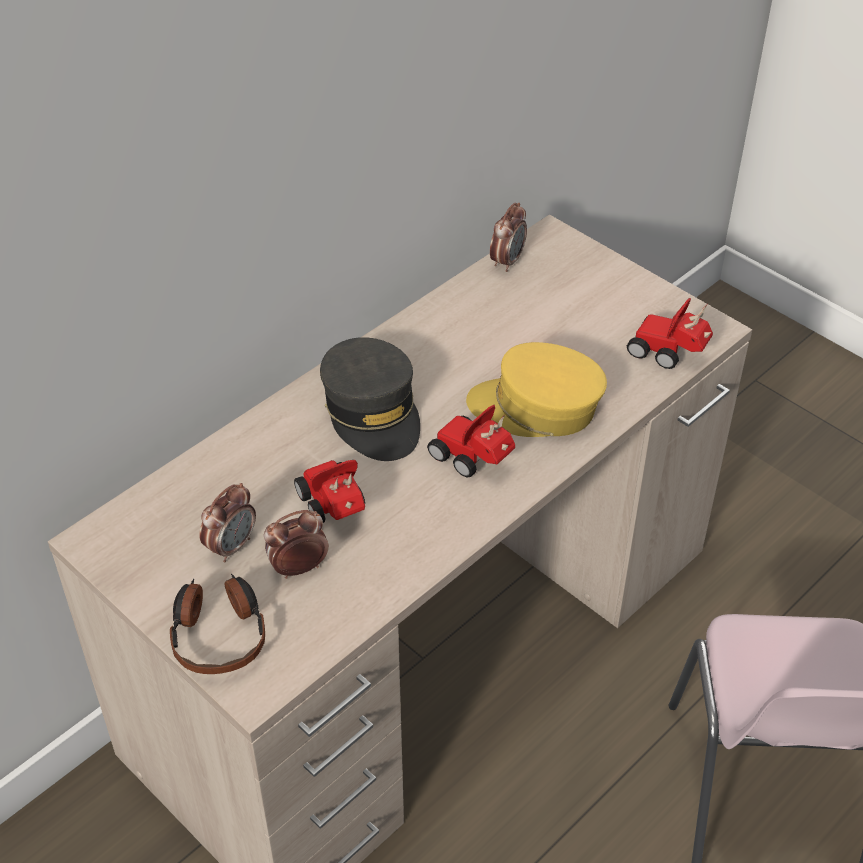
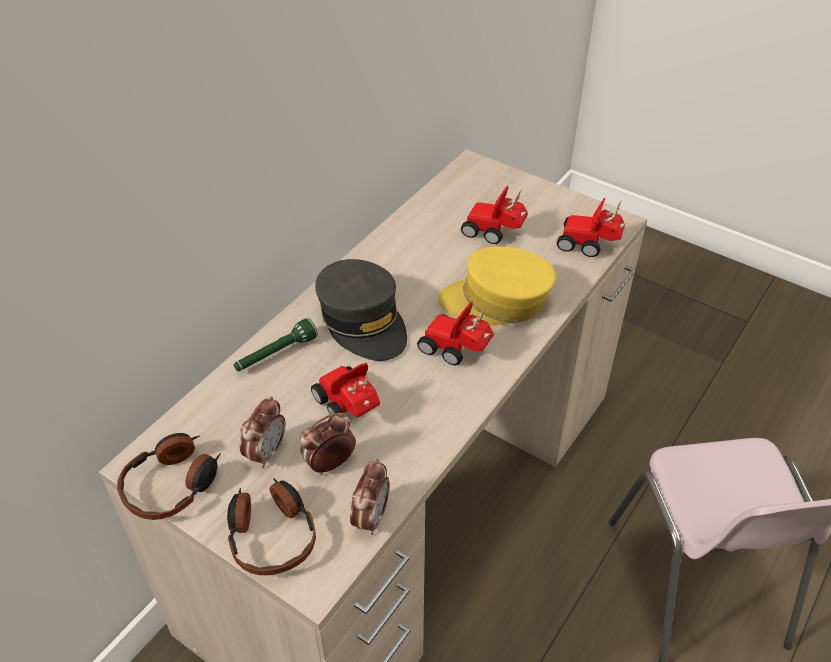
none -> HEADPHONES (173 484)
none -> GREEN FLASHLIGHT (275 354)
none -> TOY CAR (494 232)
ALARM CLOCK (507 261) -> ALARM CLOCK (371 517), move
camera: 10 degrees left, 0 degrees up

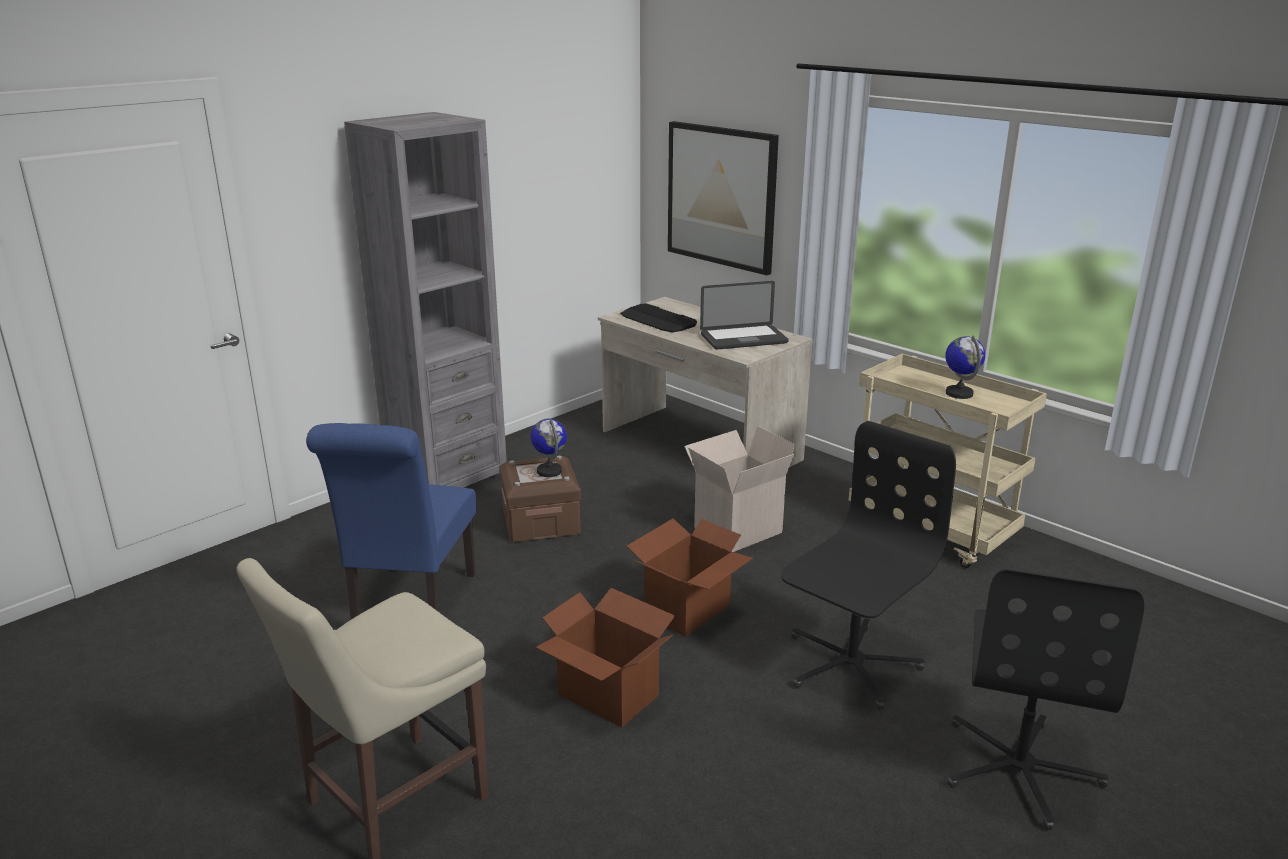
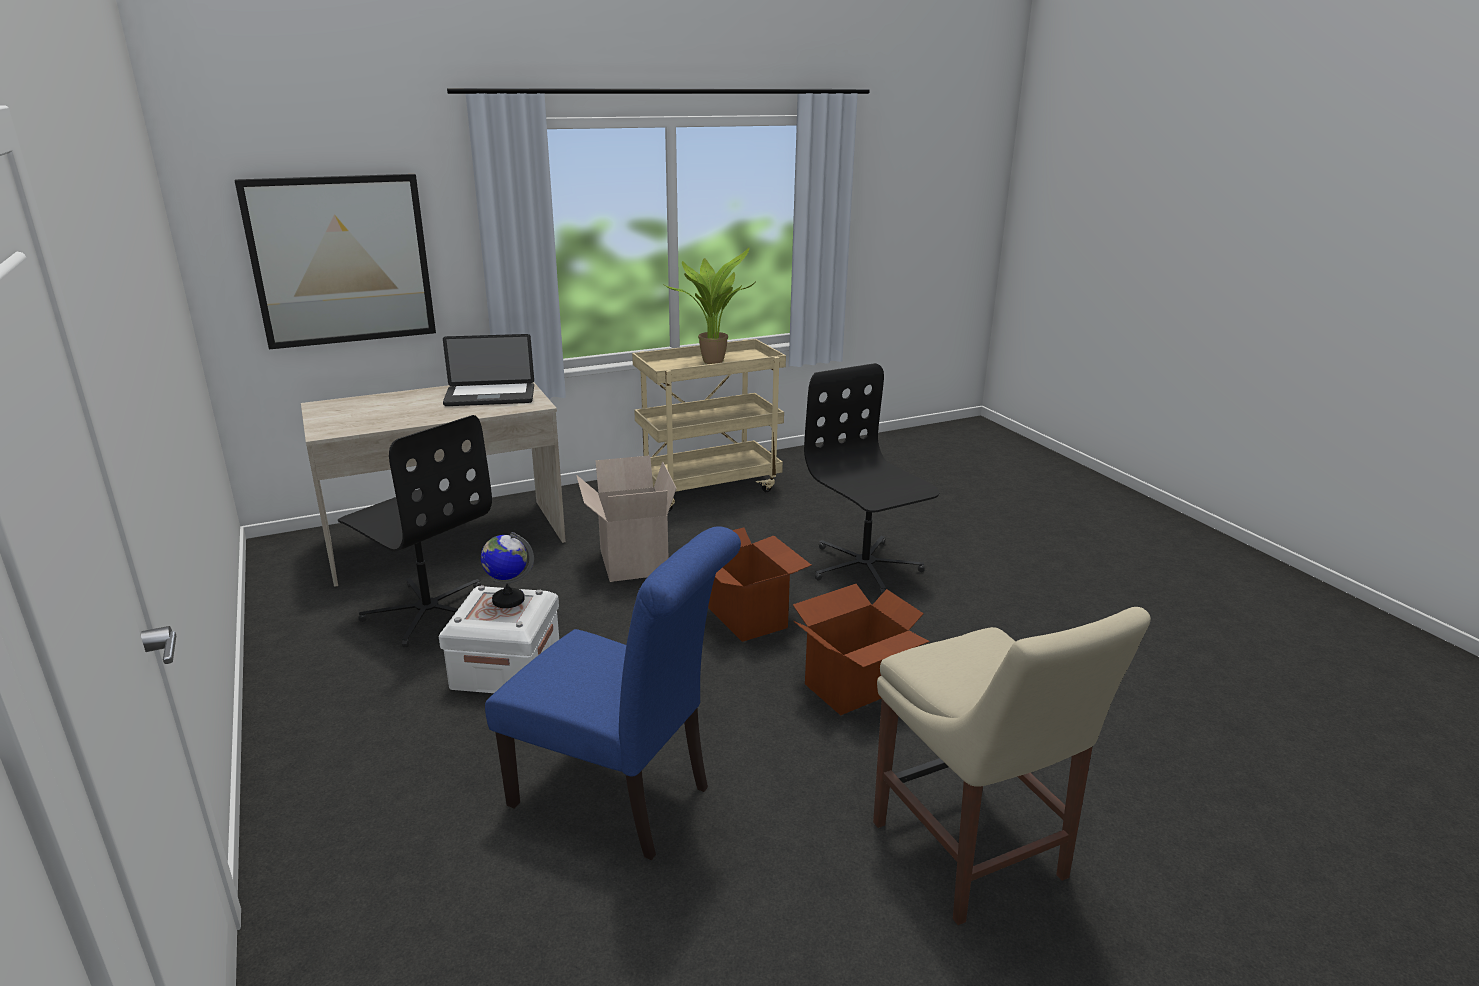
GREY BOOKCASE (447 481) -> none
KEYBOARD (658 320) -> none
BLACK OFFICE CHAIR (1020 768) -> BLACK OFFICE CHAIR (428 611), move
GLOBE (959 393) -> POTTED PLANT (712 361)
BROWN STORAGE BOX (541 522) -> WHITE STORAGE BOX (506 668)
LAPTOP (743 339) -> LAPTOP (490 396), 75 degrees clockwise
camera: 70 degrees left, 0 degrees up

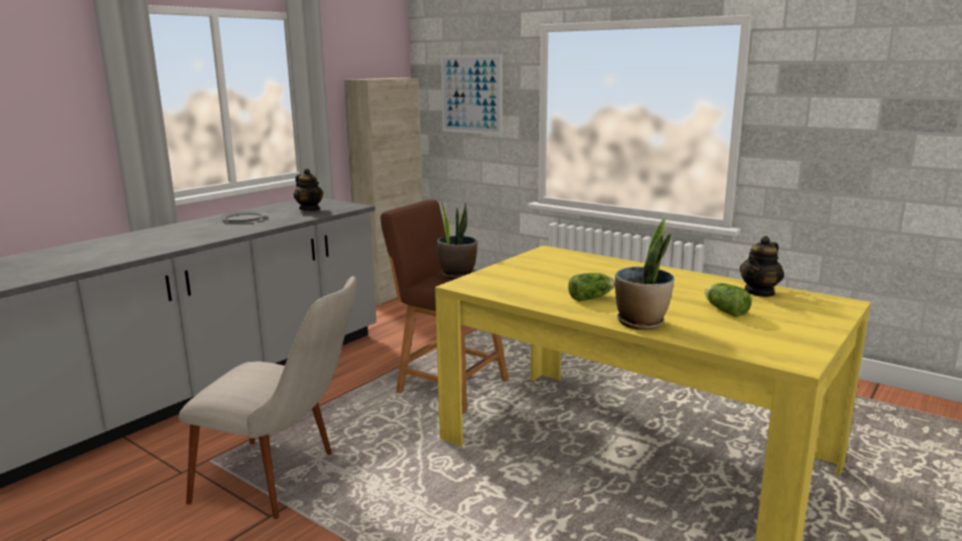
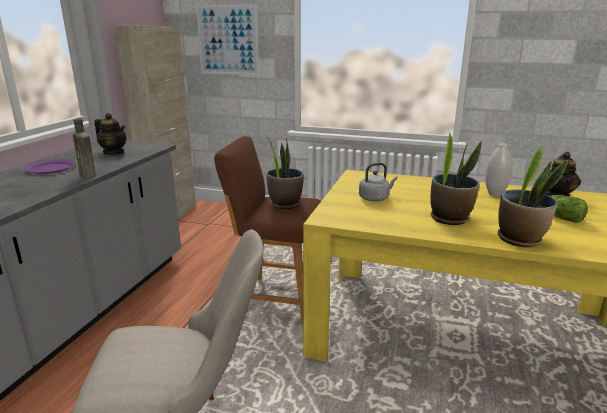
none -> BROWN BOTTLE (88 175)
none -> GREY KETTLE (375 198)
none -> WHITE VASE (494 194)
LETTUCE (592 298) -> POTTED PLANT (450 218)
GREY PLATE (243 218) -> PURPLE PLATE (50 168)
camera: 20 degrees left, 5 degrees up

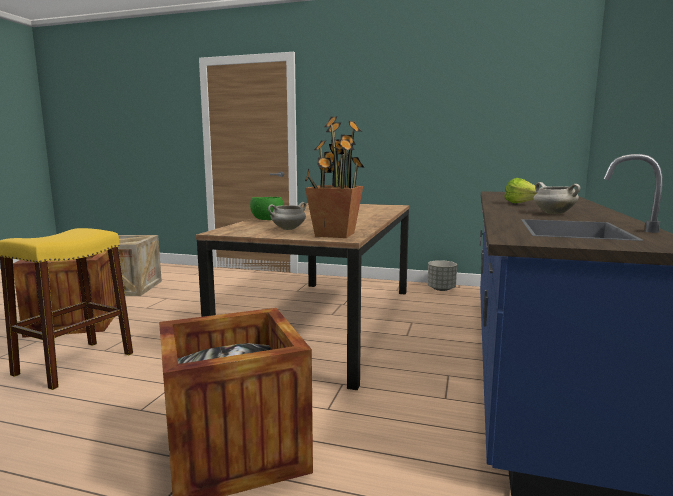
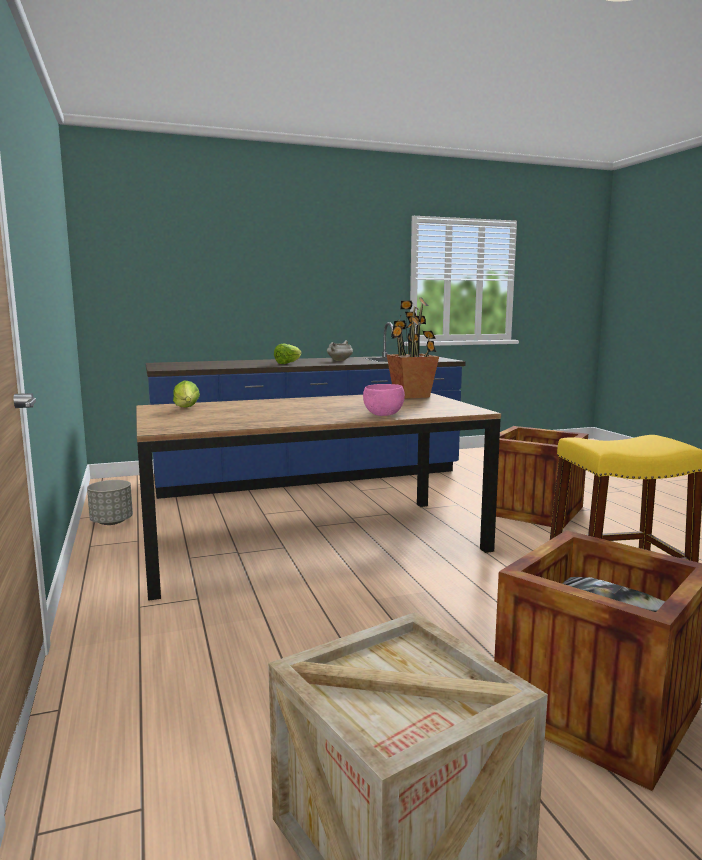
WHITE COOKING POT (288 229) -> none
none -> LETTUCE (186 408)
GREEN BOWL (267 220) -> PINK BOWL (383 415)
camera: 125 degrees left, 0 degrees up

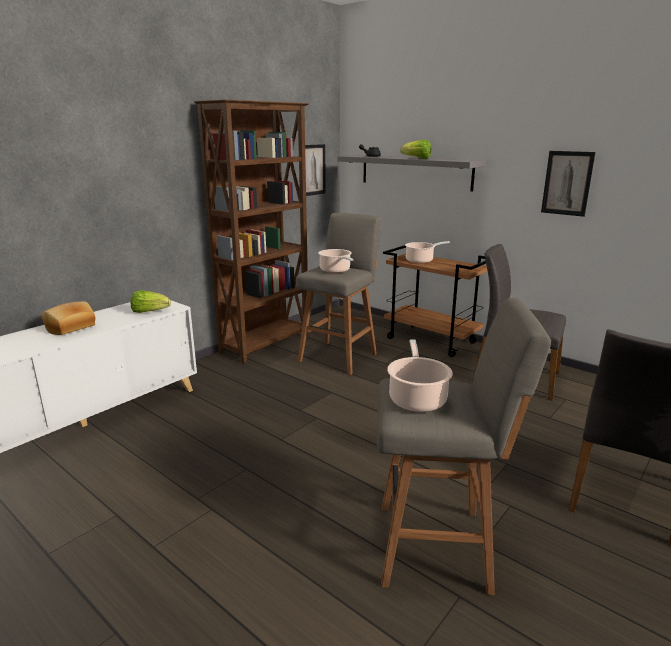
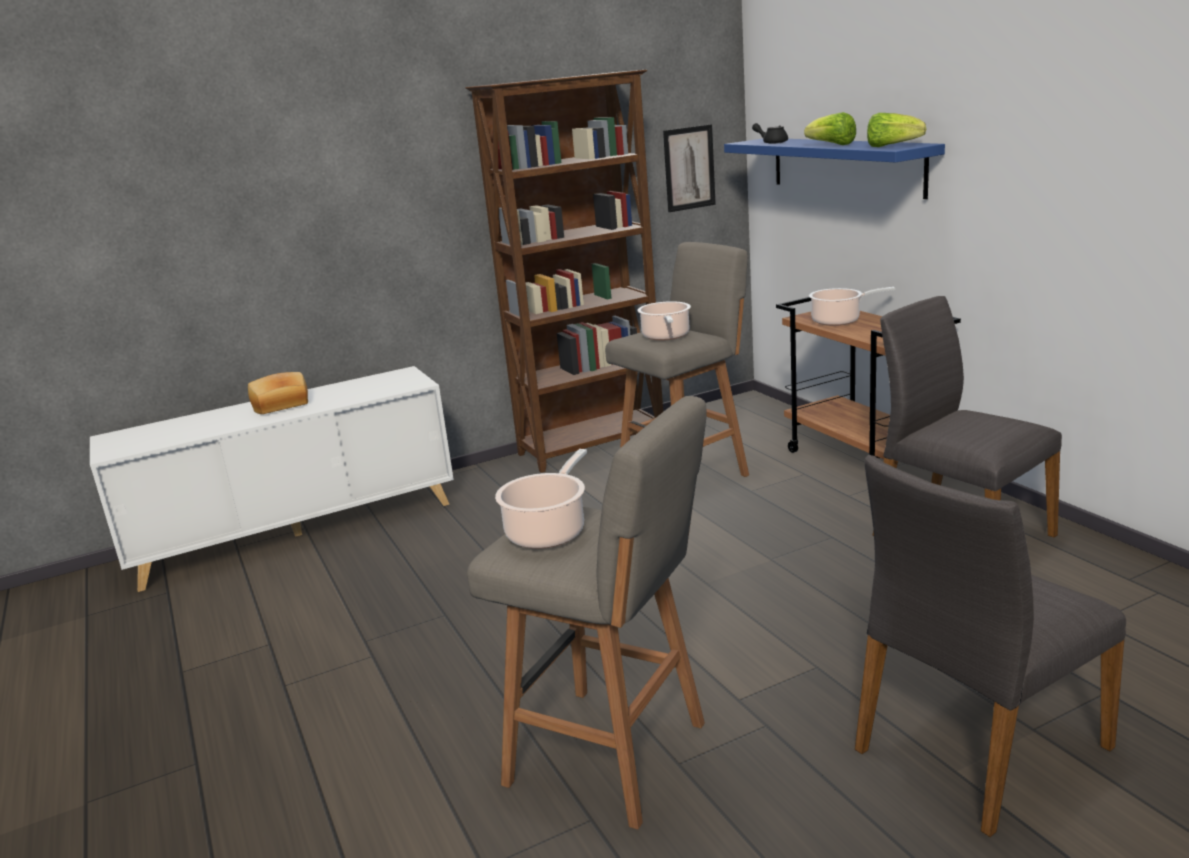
PICTURE (567 183) -> none
LETTUCE (149 311) -> LETTUCE (891 146), move
GREY SHELF (415 172) -> BLUE SHELF (845 165)
camera: 25 degrees right, 0 degrees up

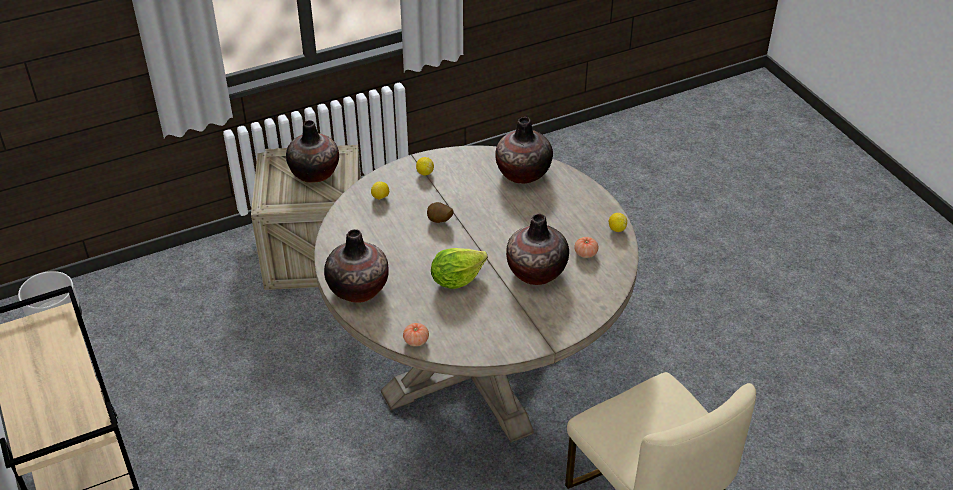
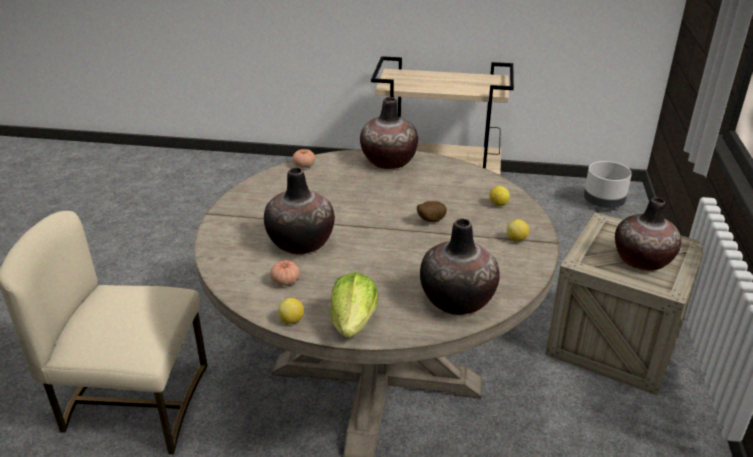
LETTUCE (456 279) -> LETTUCE (354 323), move
camera: 125 degrees right, 10 degrees down

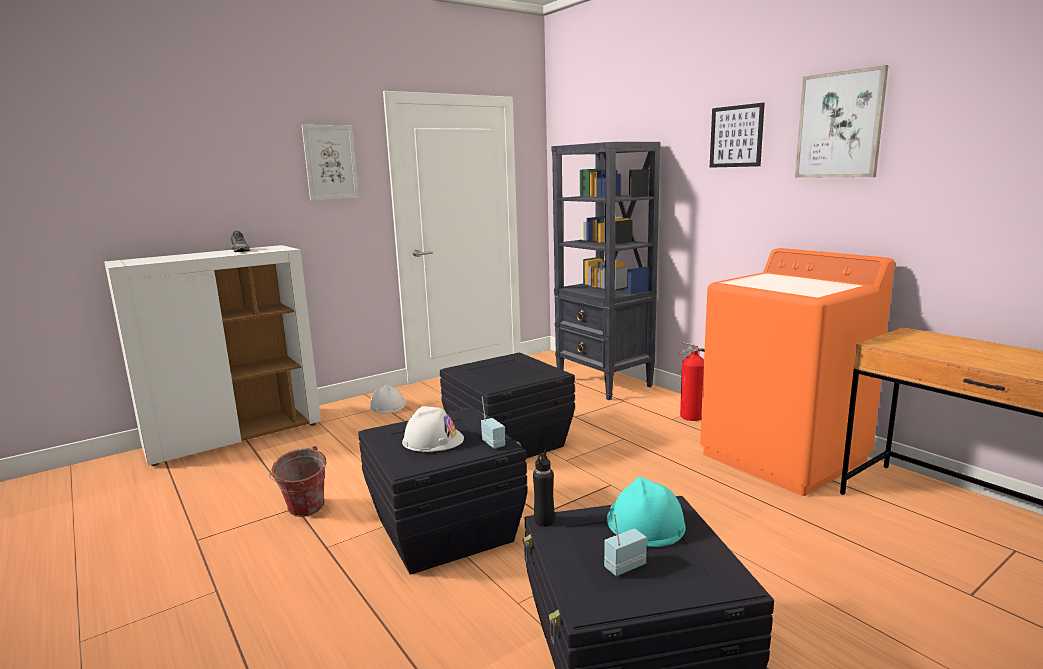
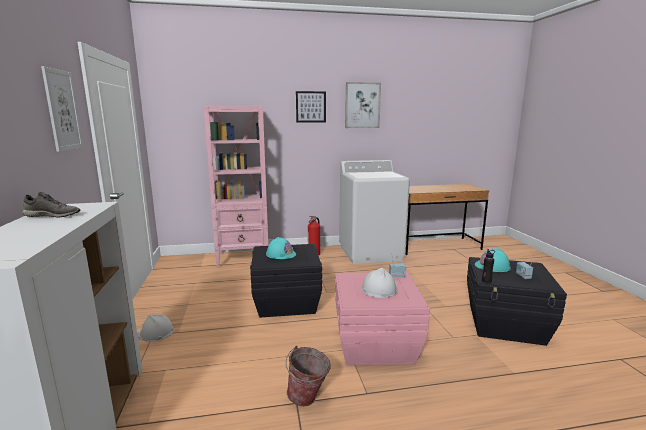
none -> TURQUOISE HARD HAT (281 254)
BLACK STORAGE BOX (445 529) -> PINK STORAGE BOX (374 343)
BLACK BOOKCASE (604 383) -> PINK BOOKCASE (244 258)
ORANGE WASHING MACHINE (784 457) -> WHITE WASHING MACHINE (371 253)
camera: 65 degrees left, 0 degrees up

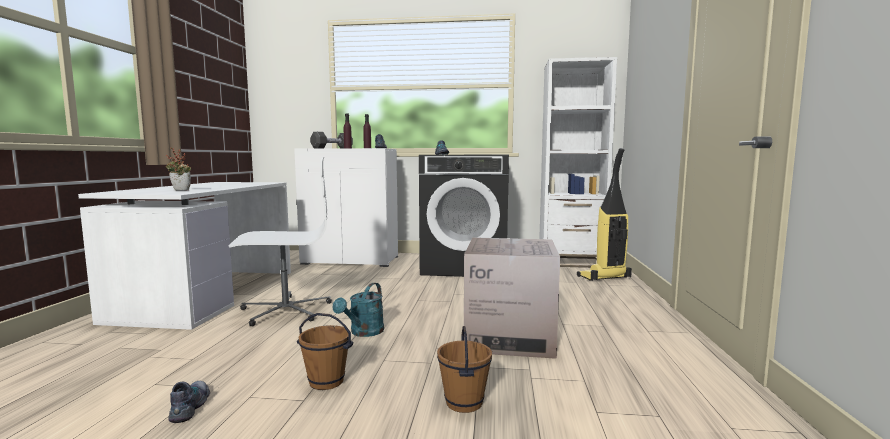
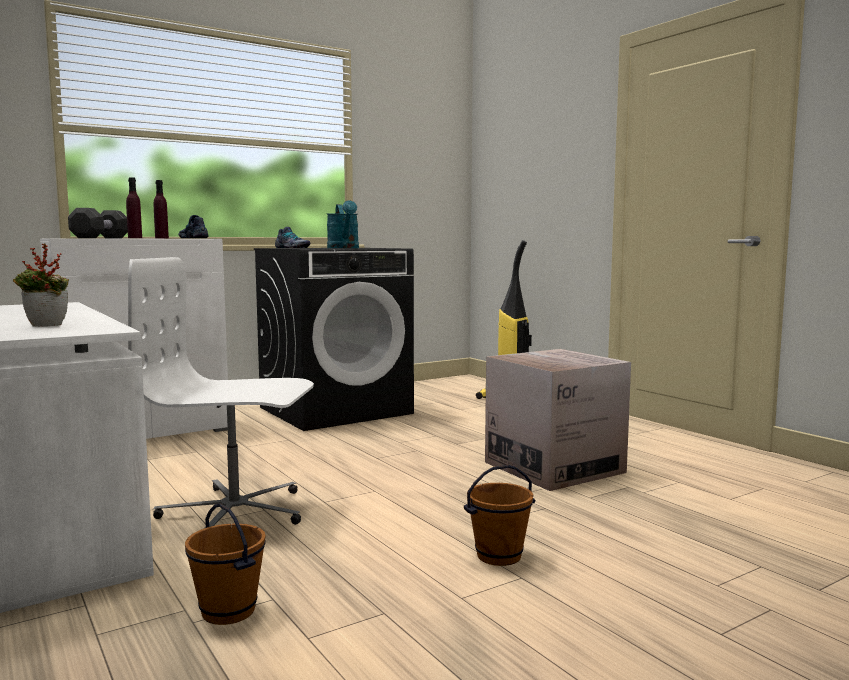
SHOE (191 406) -> none
WHITE BOOKCASE (571 262) -> none
TURQUOISE WATERING CAN (363 333) -> TURQUOISE WATERING CAN (344 248), move
BROWN BUCKET (463 403) -> BROWN BUCKET (227 612), move
WHITE OFFICE CHAIR (285 310) -> WHITE OFFICE CHAIR (235 512), 120 degrees counterclockwise
camera: 40 degrees left, 0 degrees up

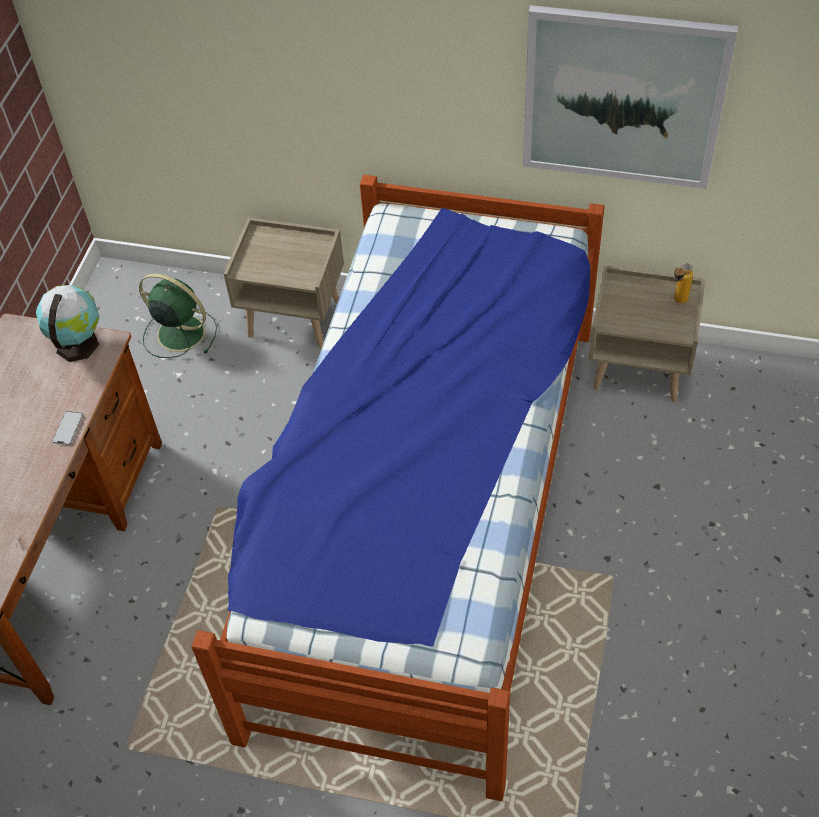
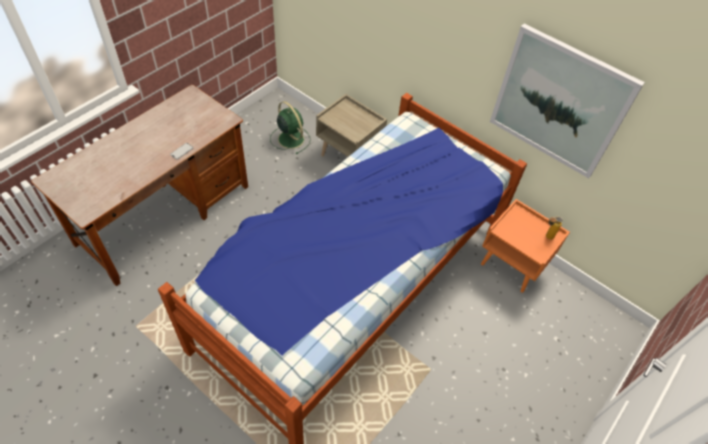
GLOBE (78 343) -> none
BEIGE NIGHTSTAND (639 369) -> ORANGE NIGHTSTAND (512 265)
camera: 20 degrees right, 0 degrees up

